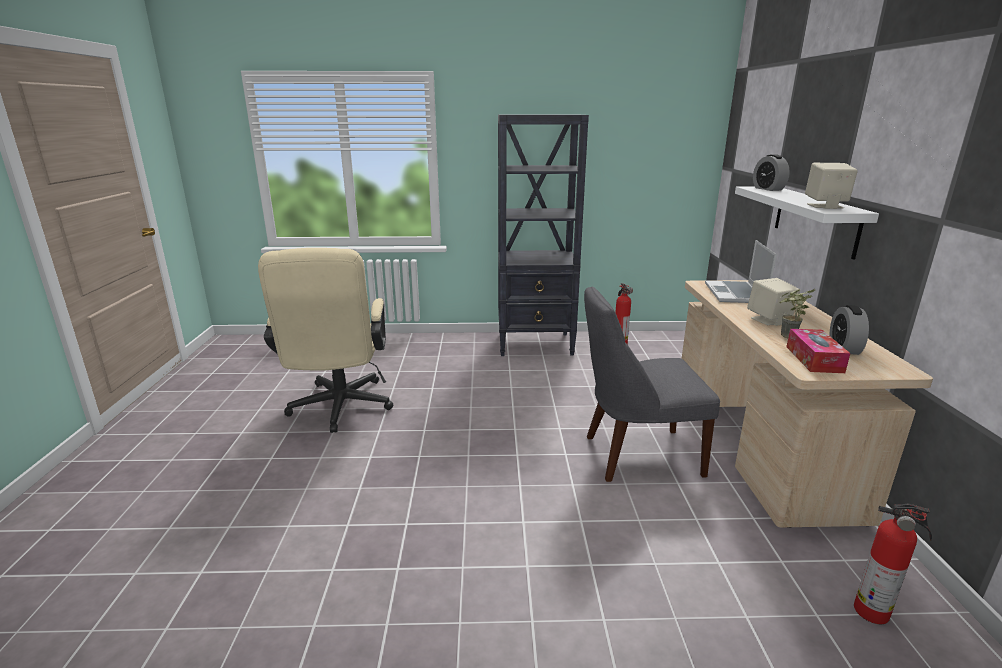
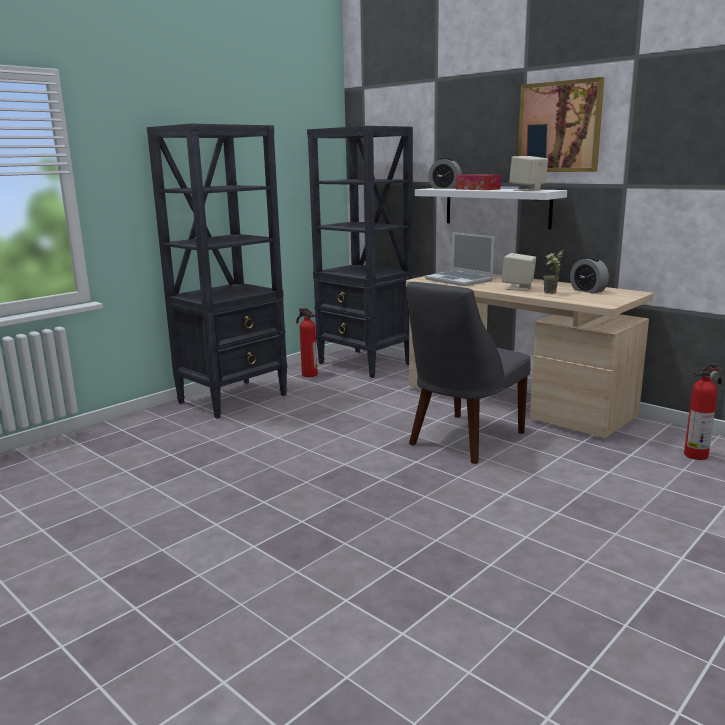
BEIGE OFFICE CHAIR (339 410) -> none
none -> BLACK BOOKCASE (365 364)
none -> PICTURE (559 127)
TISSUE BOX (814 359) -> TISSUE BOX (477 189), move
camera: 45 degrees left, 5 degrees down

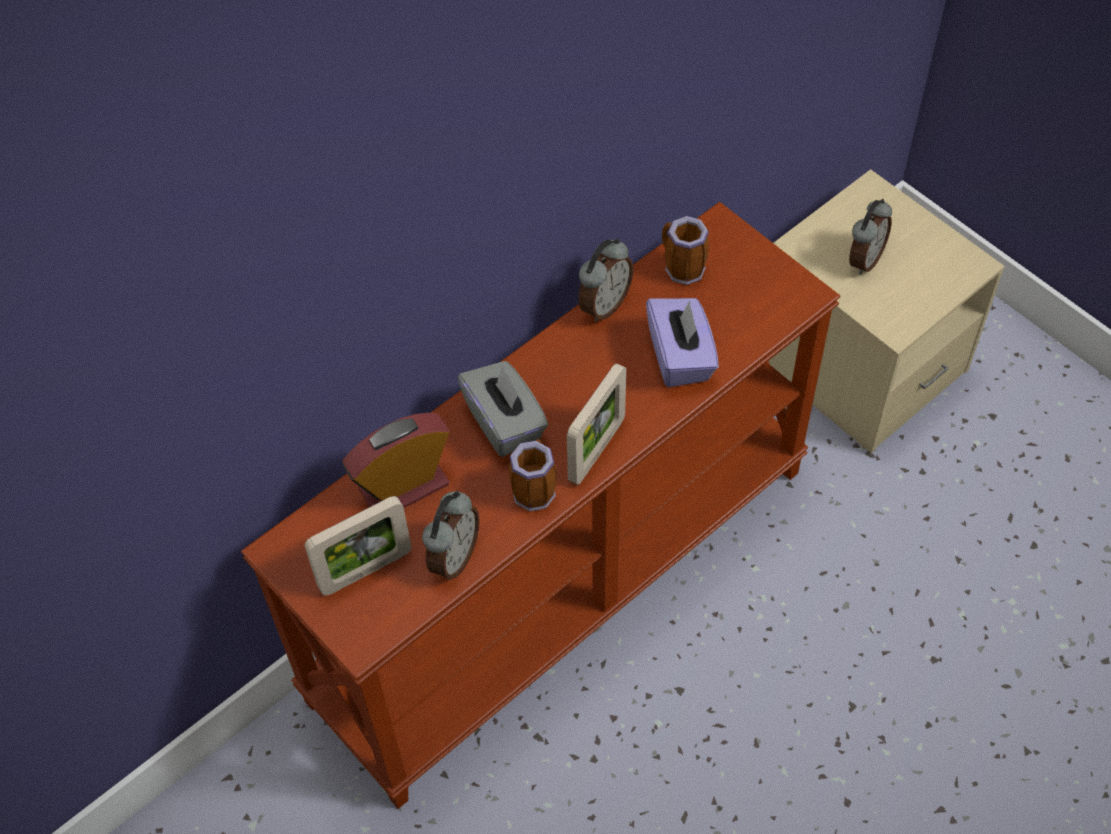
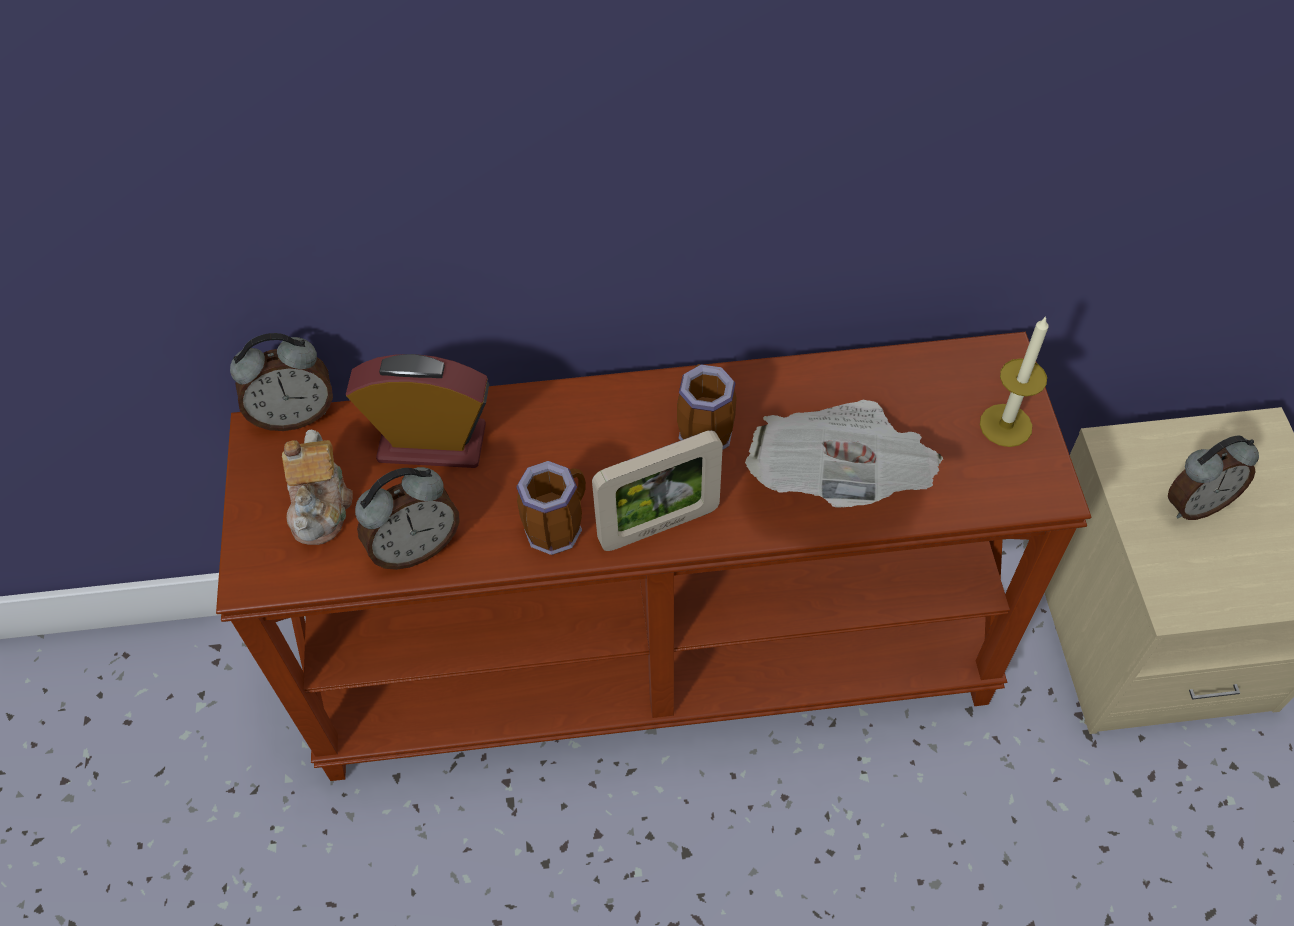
GREY TISSUE BOX (505 423) -> none
none -> CANDLE (1005 425)
ALARM CLOCK (604 305) -> ALARM CLOCK (295 415), move
MUG (680 269) -> MUG (701 431), move
PICTURE FRAME (365 570) -> TEAPOT (321 506)
PURPLE TISSUE BOX (680 357) -> NEWSPAPER (838 478)
camera: 35 degrees right, 0 degrees up

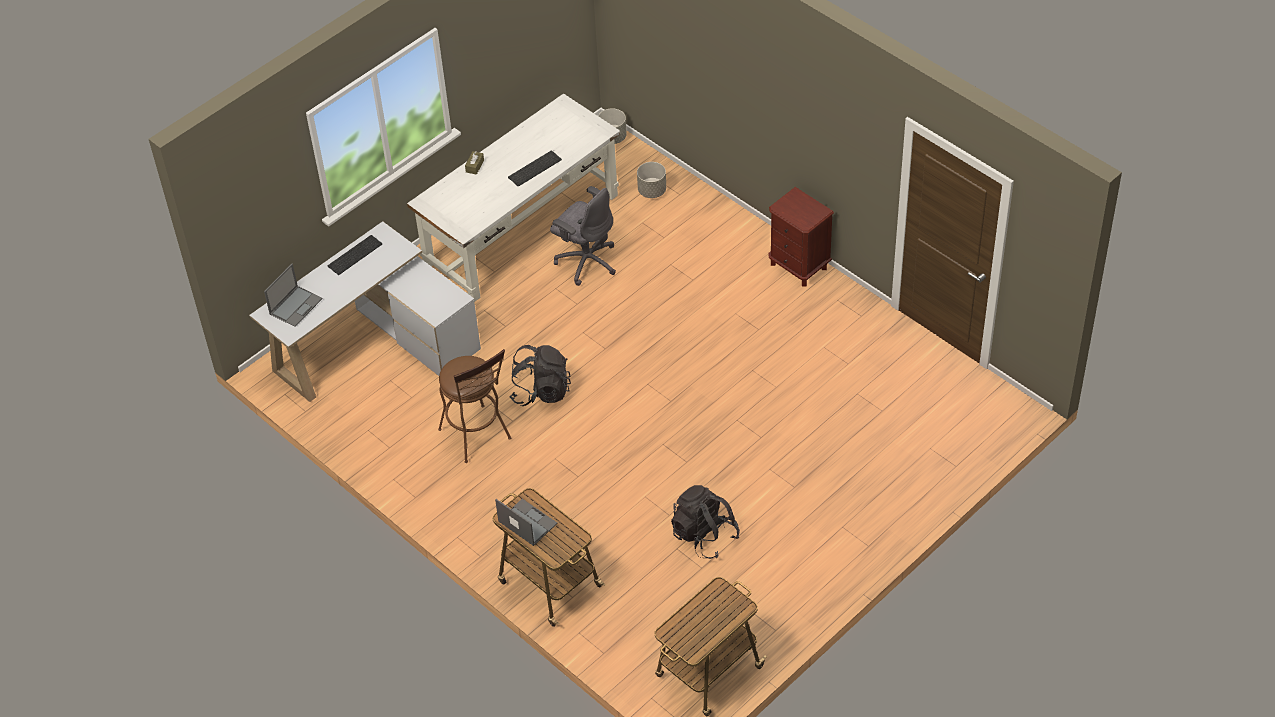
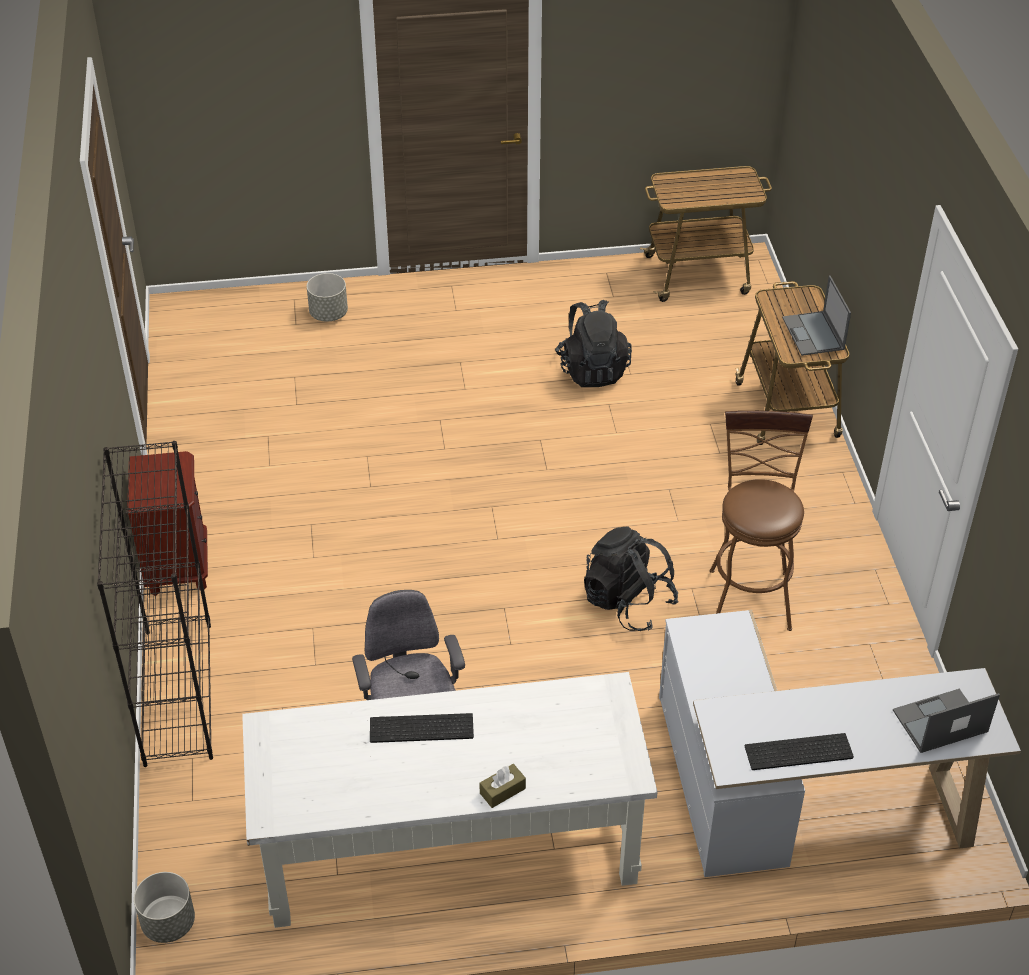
none -> BLACK BOOKCASE (177 692)
GREY PLANTER (652 191) -> GREY PLANTER (328 314), move
camera: 145 degrees left, 5 degrees down

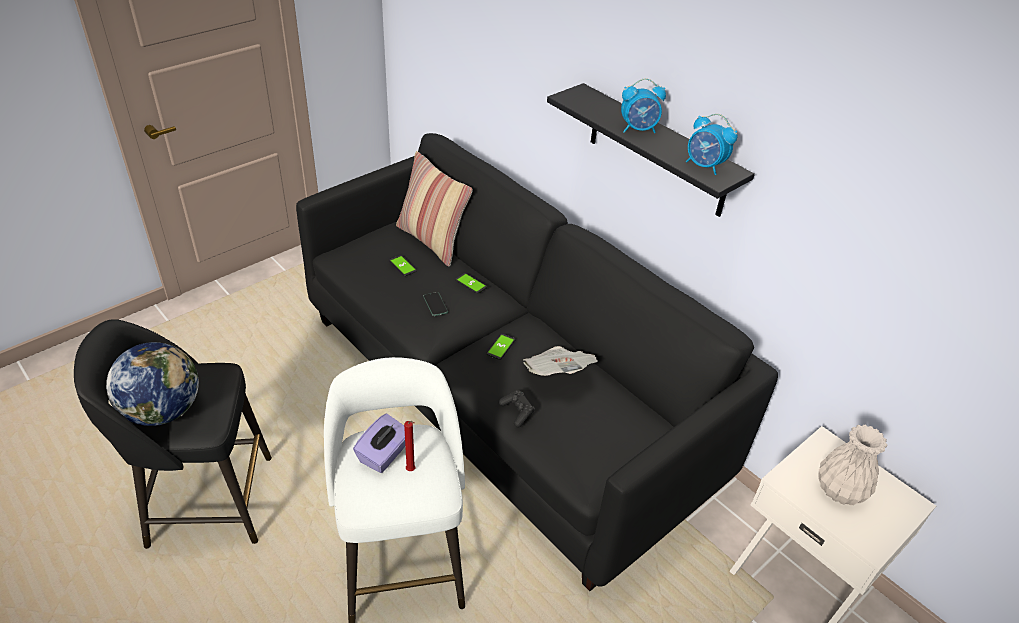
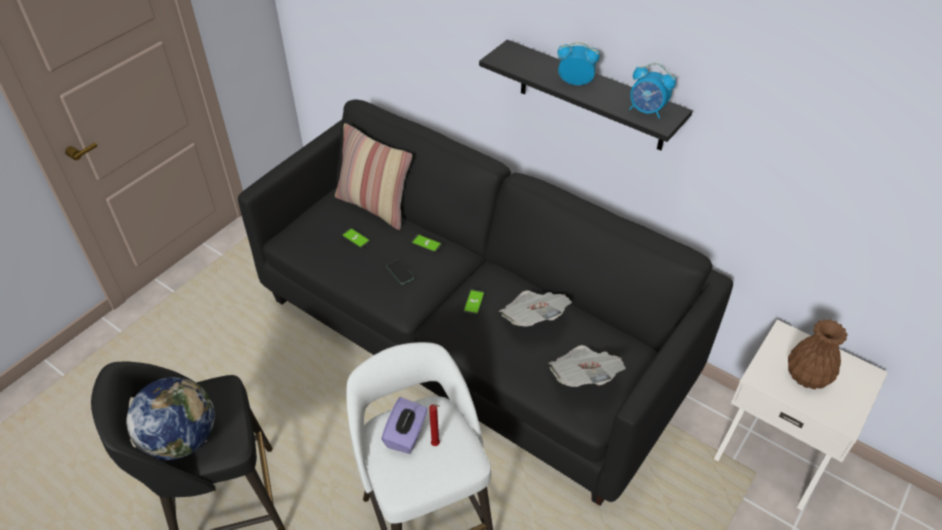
BLACK GAME CONTROLLER (517 412) -> none
none -> NEWSPAPER (583 377)
WHITE VASE (839 490) -> BROWN VASE (806 376)
ALARM CLOCK (638 129) -> ALARM CLOCK (575 82), 150 degrees counterclockwise
camera: 10 degrees left, 5 degrees up

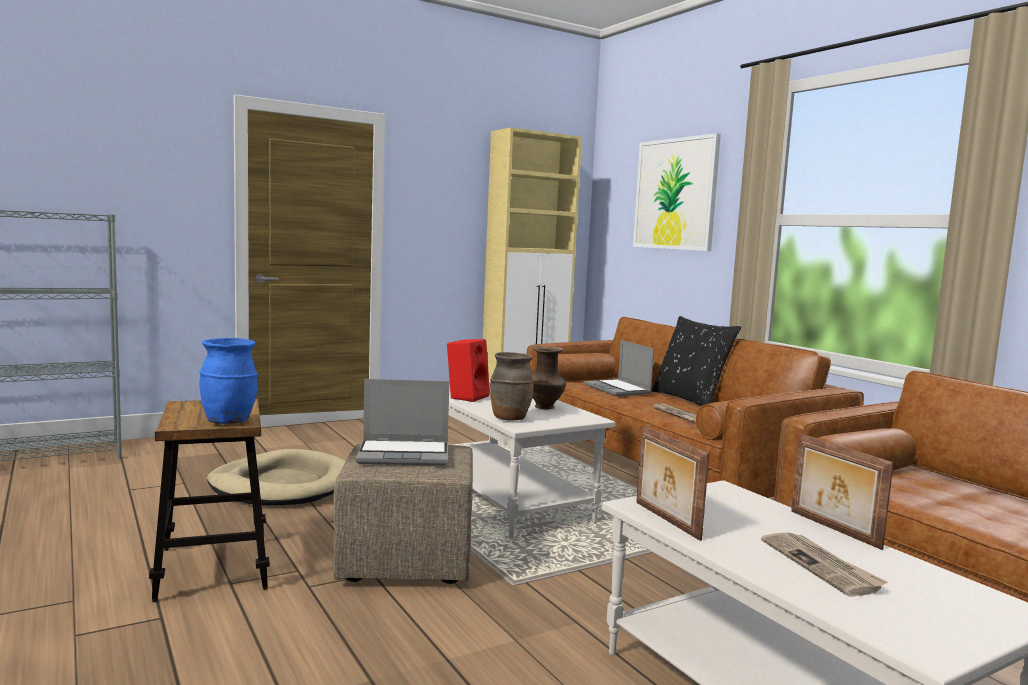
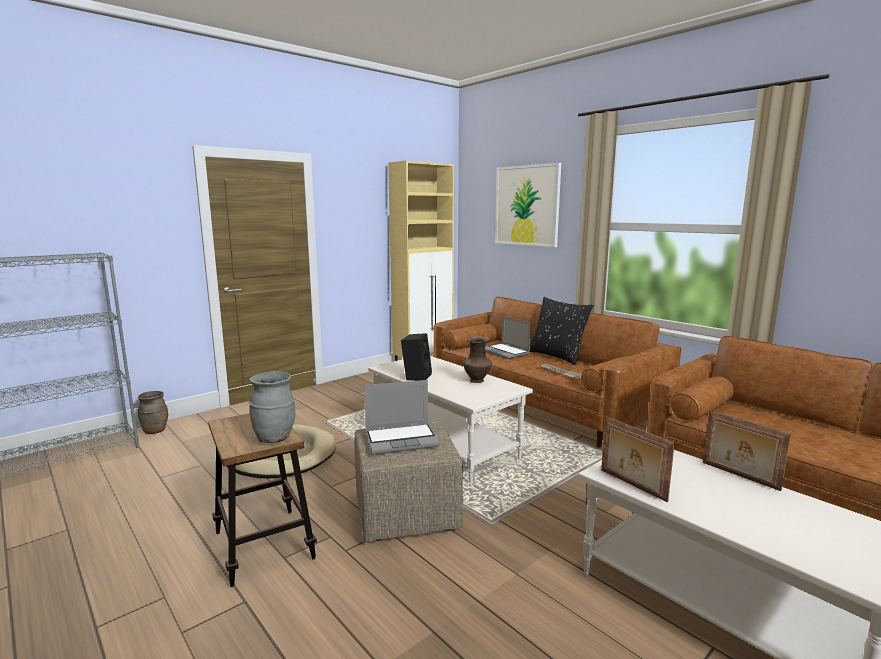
NEWSPAPER (821 566) -> none
BROWN VASE (509 418) -> BROWN VASE (155 431), move
BLUE VASE (229 421) -> GREY VASE (275 438)
RED SPEAKER (467 397) -> BLACK SPEAKER (416 376)
camera: 10 degrees left, 5 degrees up

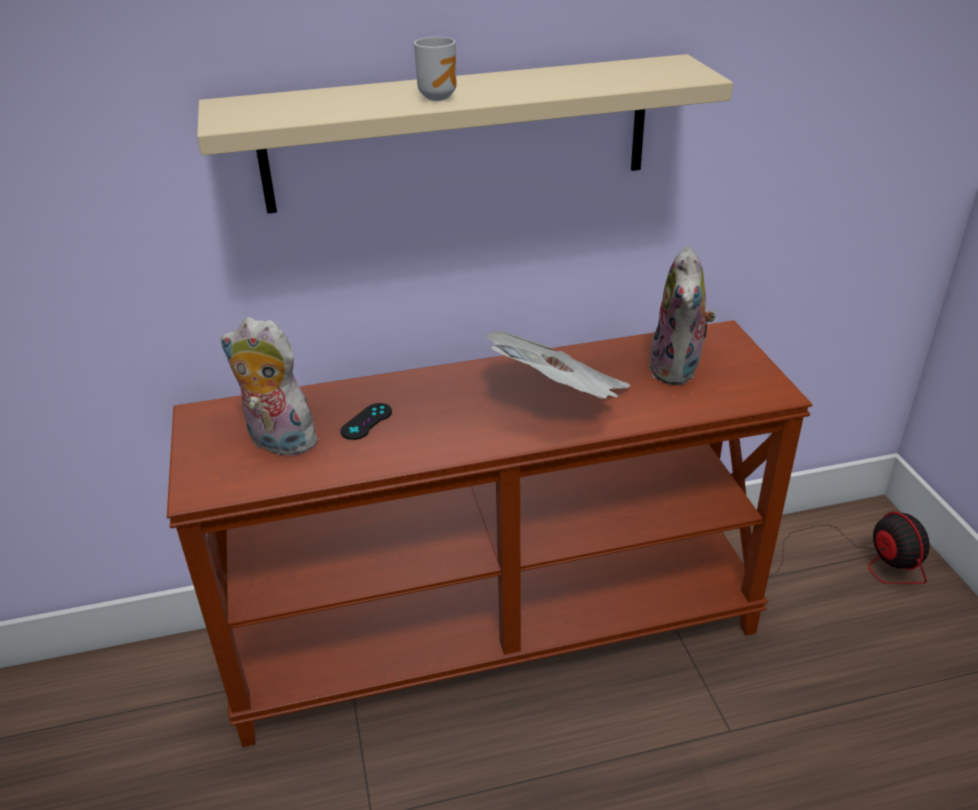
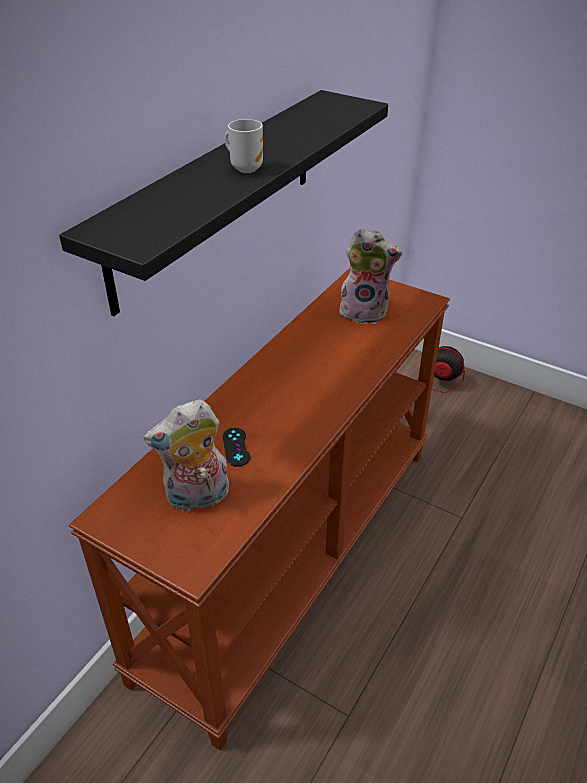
NEWSPAPER (560 397) -> none
BEIGE SHELF (457 134) -> BLACK SHELF (217 195)
PLUSH TOY (678 370) -> PLUSH TOY (365 312), 45 degrees counterclockwise
camera: 45 degrees left, 5 degrees up

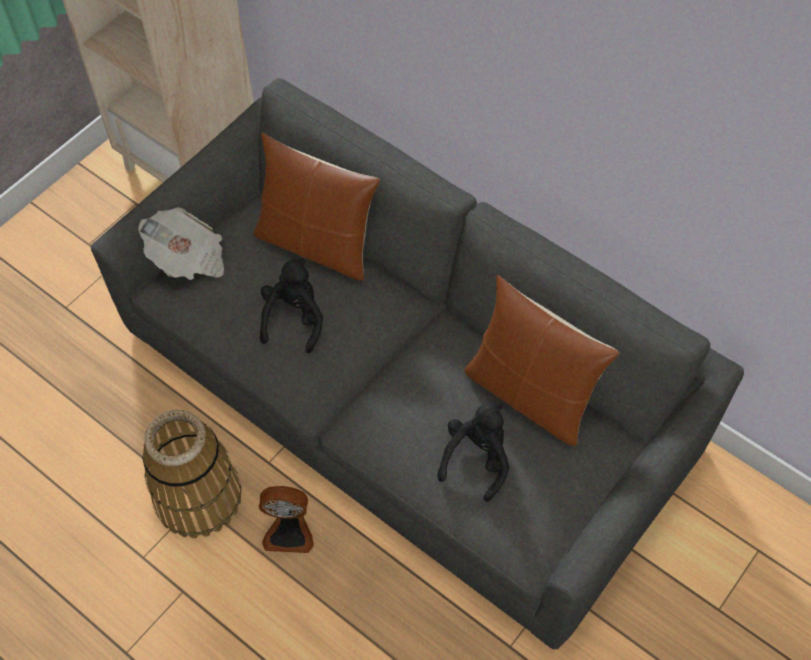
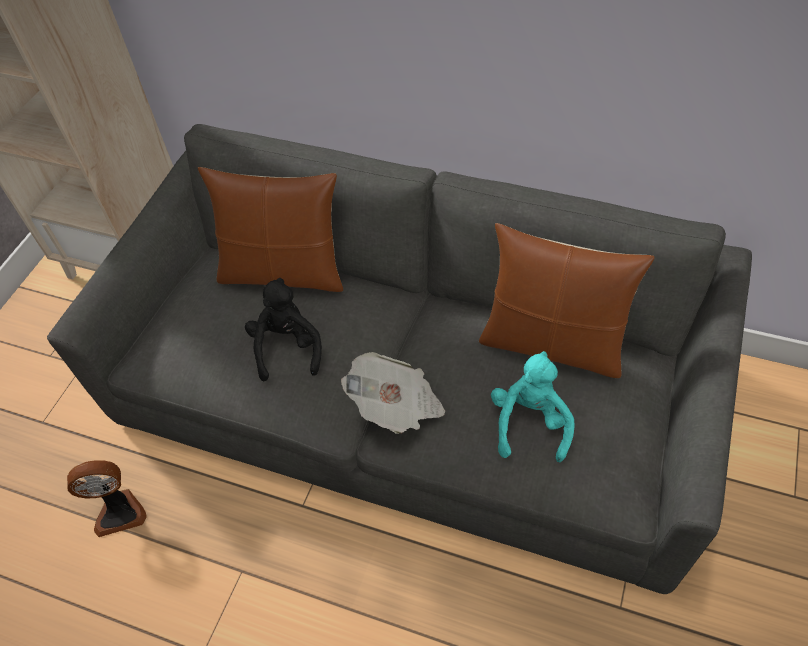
BASKET (198 497) -> none
NEWSPAPER (188 259) -> NEWSPAPER (397 406), move
FAN (289 531) -> FAN (120 511), move
BLACK PLUSH TOY (477 459) -> TURQUOISE PLUSH TOY (530 423)
camera: 15 degrees left, 5 degrees down

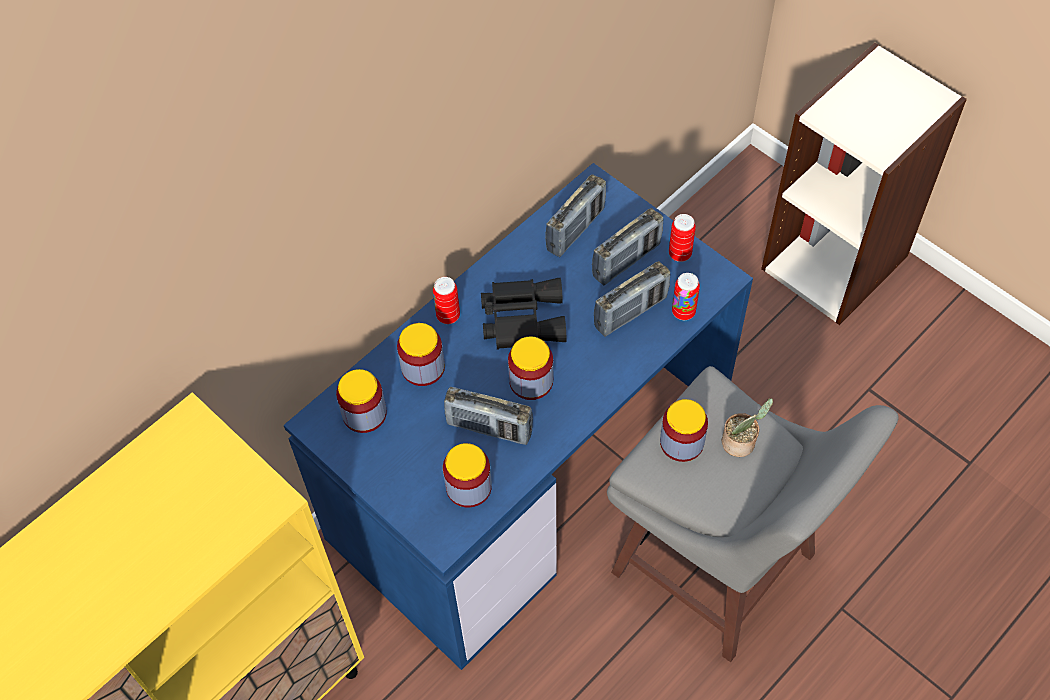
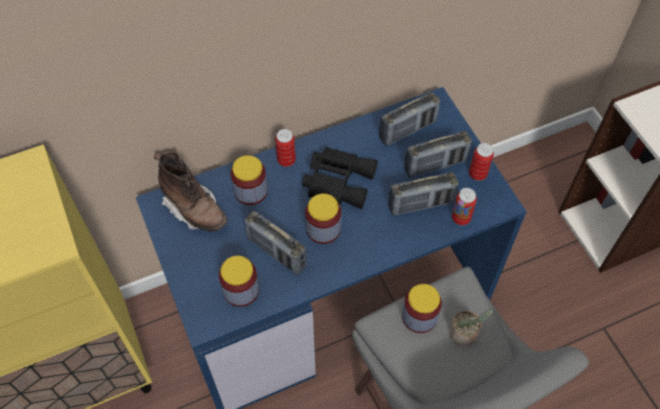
JAR (364 413) -> BROWN BOOT (194 209)
camera: 20 degrees right, 0 degrees up

